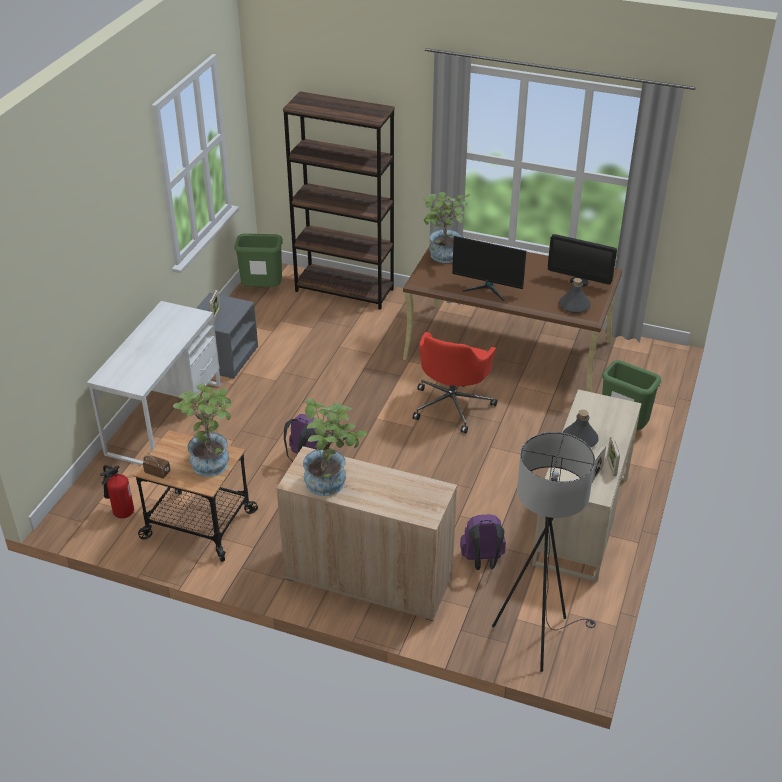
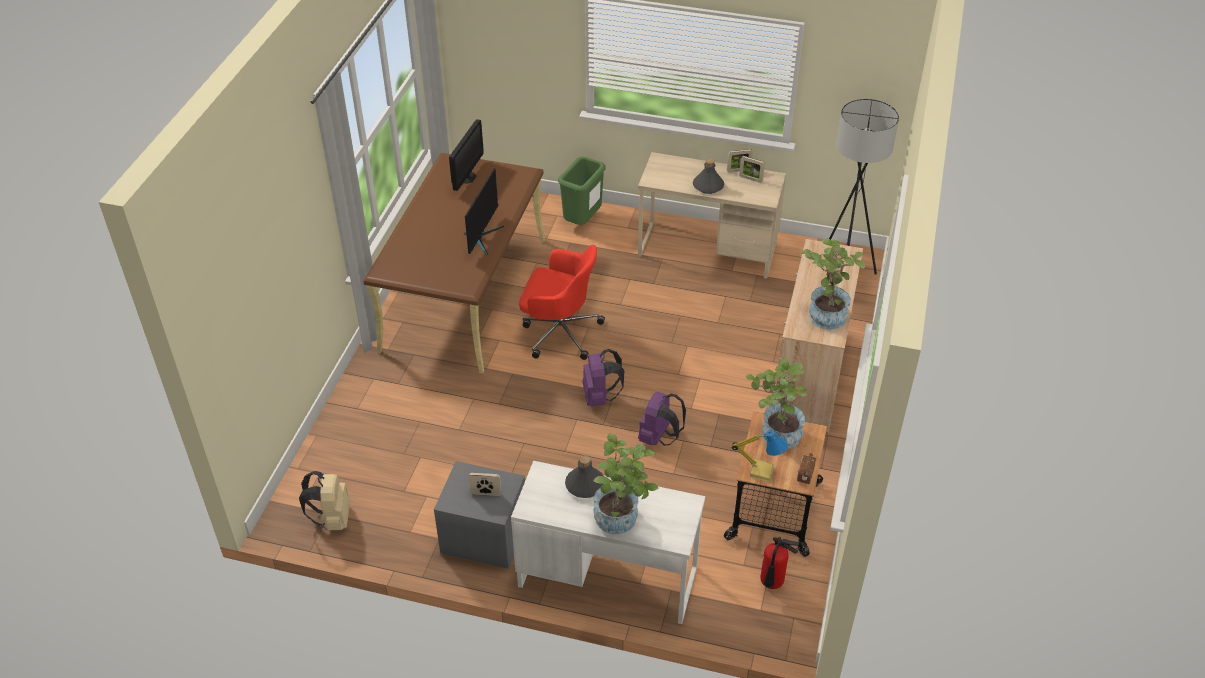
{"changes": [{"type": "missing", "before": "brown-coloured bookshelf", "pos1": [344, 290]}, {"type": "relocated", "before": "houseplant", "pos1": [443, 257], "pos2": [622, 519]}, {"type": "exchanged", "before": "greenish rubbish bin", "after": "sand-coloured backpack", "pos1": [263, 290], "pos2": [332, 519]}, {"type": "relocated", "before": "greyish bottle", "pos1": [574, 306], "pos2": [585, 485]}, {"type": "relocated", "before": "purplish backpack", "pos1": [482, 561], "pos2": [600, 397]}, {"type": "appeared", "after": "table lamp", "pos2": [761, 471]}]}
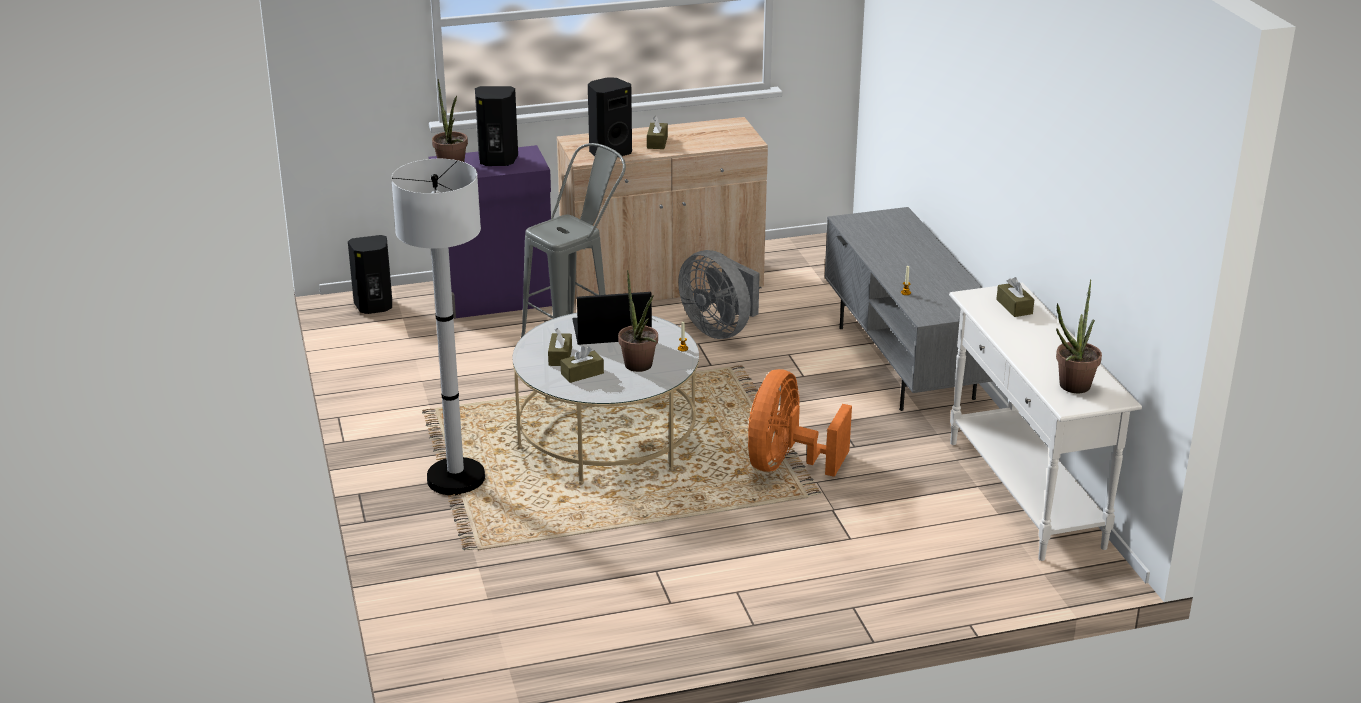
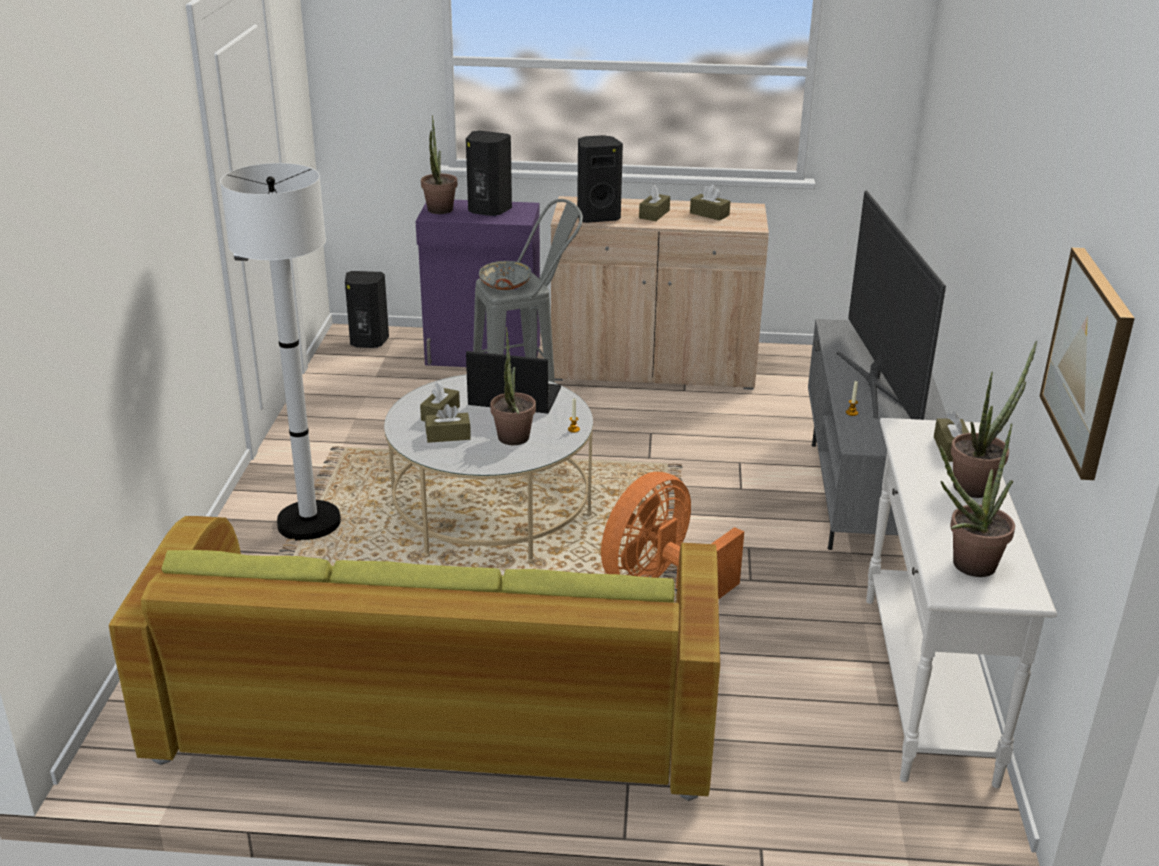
{"changes": [{"type": "missing", "before": "greyish fan", "pos1": [719, 329]}, {"type": "appeared", "after": "brown-coloured tissue holder", "pos2": [709, 214]}, {"type": "appeared", "after": "TV", "pos2": [878, 384]}, {"type": "appeared", "after": "wall picture", "pos2": [1089, 361]}, {"type": "appeared", "after": "greyish bowl", "pos2": [505, 284]}, {"type": "appeared", "after": "houseplant", "pos2": [978, 484]}, {"type": "appeared", "after": "greenish settee", "pos2": [438, 707]}]}
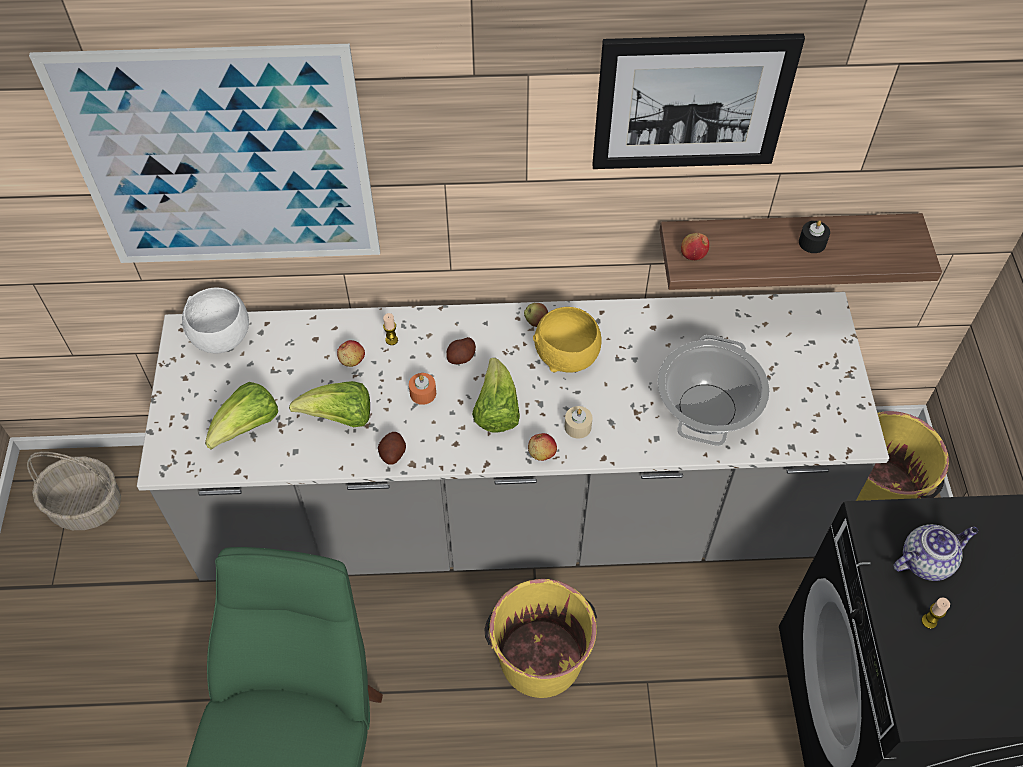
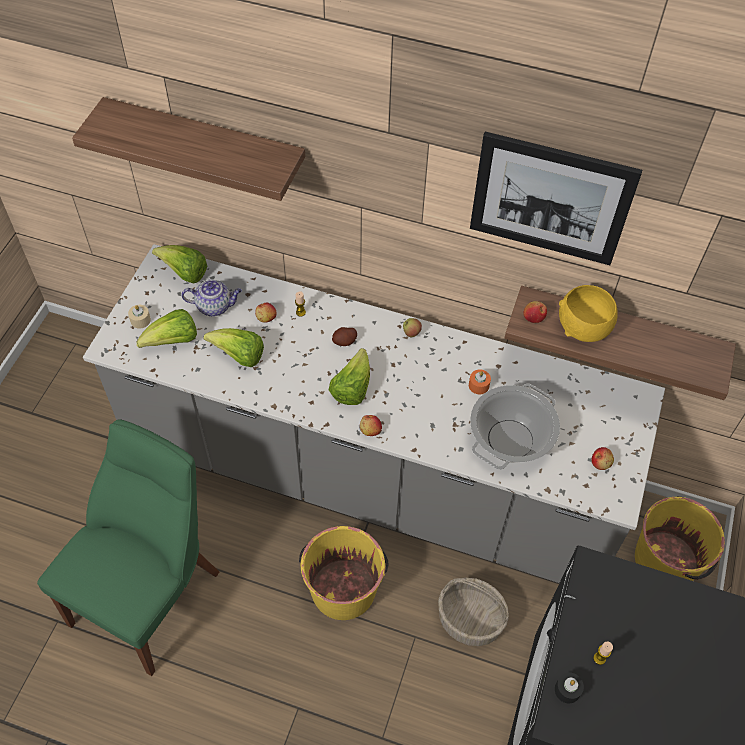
{"changes": [{"type": "exchanged", "before": "wall picture", "after": "bracket shelf", "pos1": [224, 162], "pos2": [206, 146]}, {"type": "relocated", "before": "black-coloured wax candle", "pos1": [812, 243], "pos2": [567, 690]}, {"type": "exchanged", "before": "white bowl", "after": "lettuce head", "pos1": [222, 338], "pos2": [184, 273]}, {"type": "relocated", "before": "yellow bowl", "pos1": [568, 356], "pos2": [584, 329]}, {"type": "relocated", "before": "orangey wax candle", "pos1": [423, 393], "pos2": [478, 385]}, {"type": "relocated", "before": "sand-coloured wax candle", "pos1": [577, 427], "pos2": [140, 320]}, {"type": "missing", "before": "spud", "pos1": [392, 453]}, {"type": "relocated", "before": "household basket", "pos1": [87, 505], "pos2": [470, 620]}, {"type": "relocated", "before": "teapot", "pos1": [926, 560], "pos2": [215, 306]}, {"type": "appeared", "after": "apple", "pos2": [600, 463]}]}
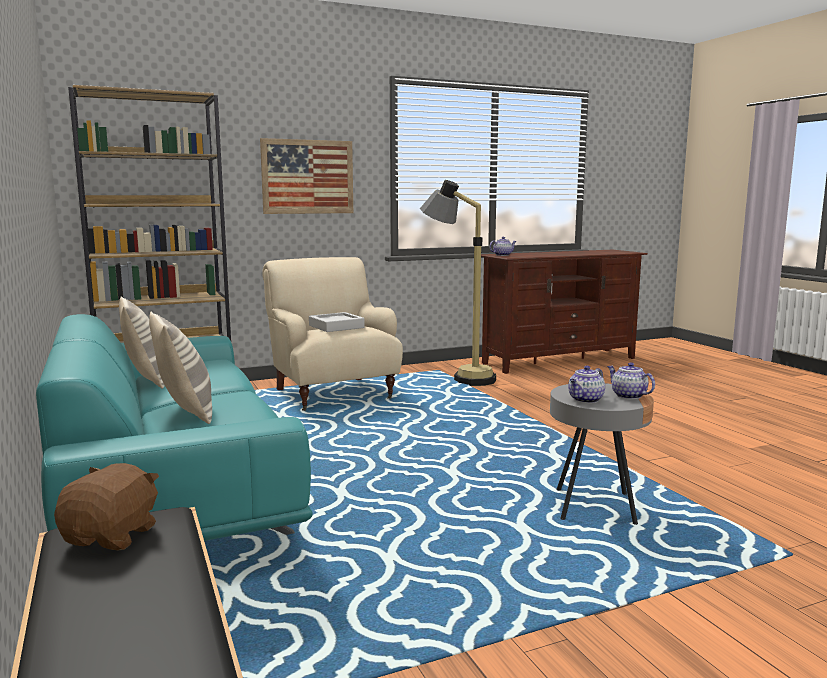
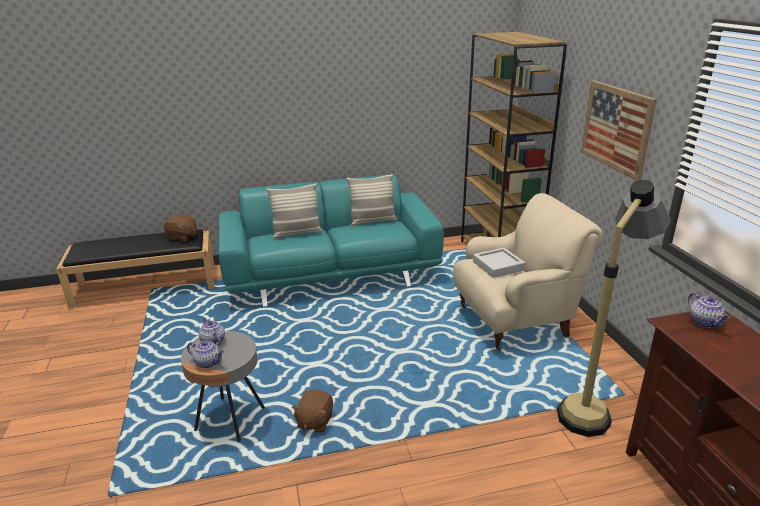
{"changes": [{"type": "spun", "before": "teapot", "pos1": [628, 396], "pos2": [208, 363], "turn": 45}, {"type": "appeared", "after": "brown-coloured plush toy", "pos2": [314, 422]}]}
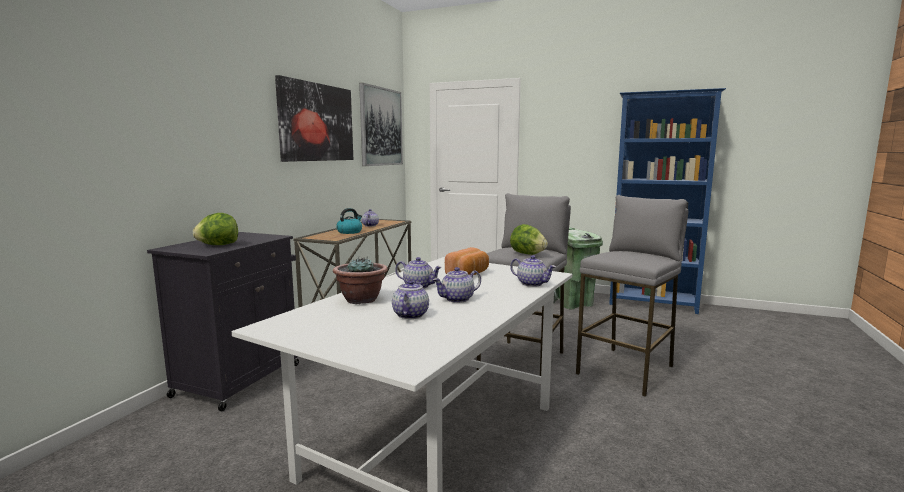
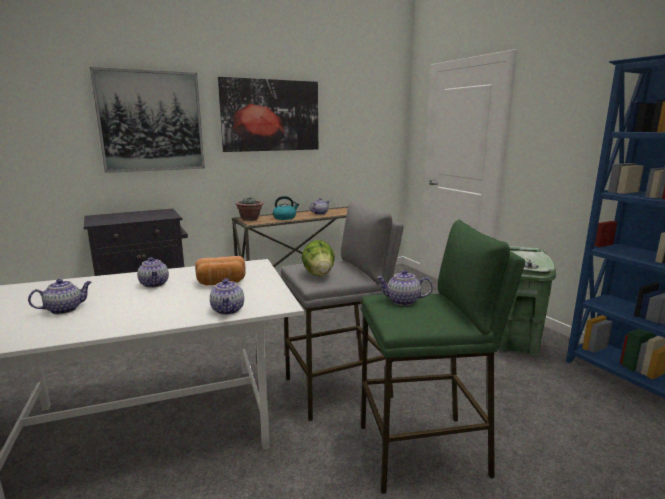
{"changes": [{"type": "relocated", "before": "wall picture", "pos1": [381, 127], "pos2": [151, 121]}, {"type": "colour", "before": "greyish stool", "after": "greenish stool", "pos1": [627, 370], "pos2": [424, 451]}, {"type": "missing", "before": "lettuce head", "pos1": [218, 245]}, {"type": "relocated", "before": "houseplant", "pos1": [361, 300], "pos2": [250, 219]}, {"type": "relocated", "before": "teapot", "pos1": [457, 299], "pos2": [403, 301]}]}
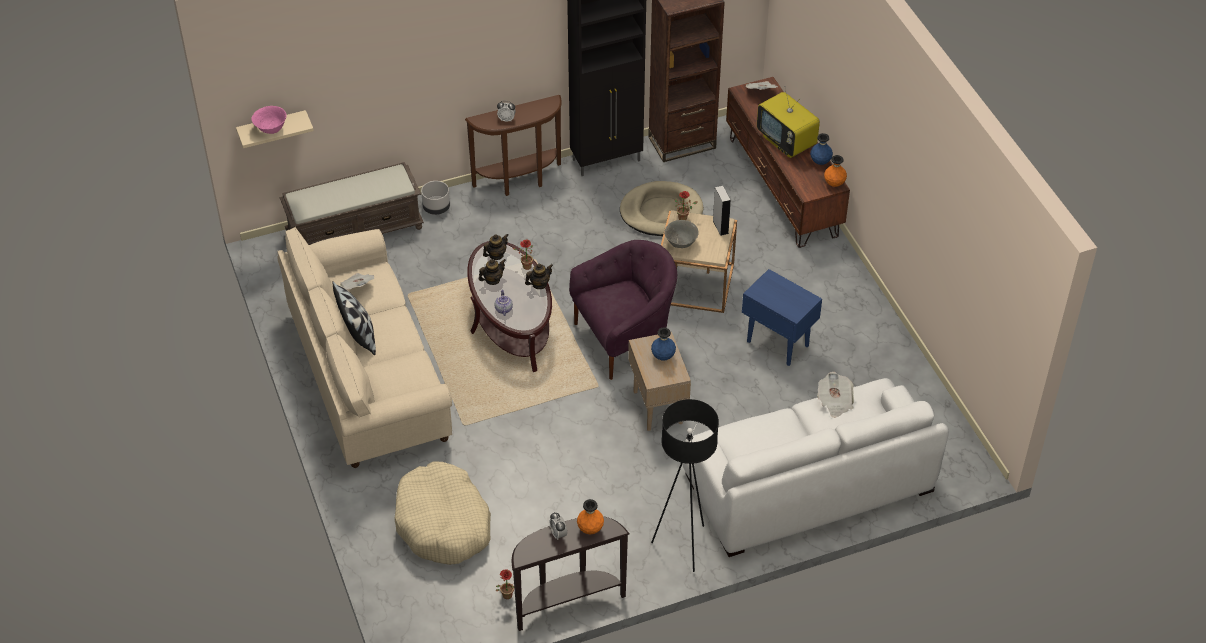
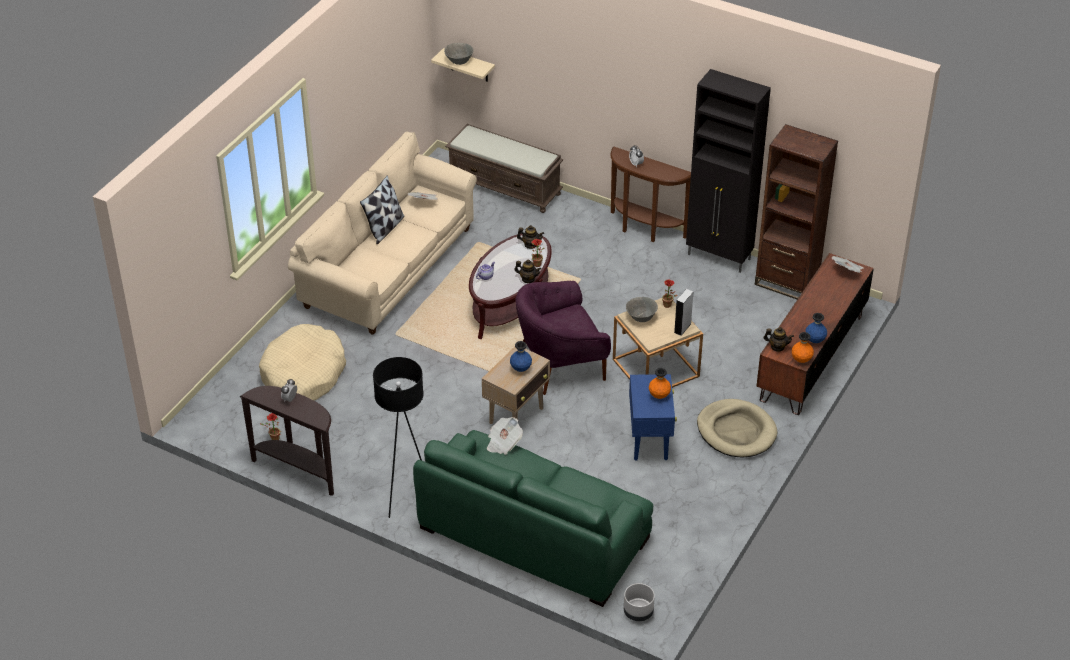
{"changes": [{"type": "missing", "before": "TV", "pos1": [787, 142]}, {"type": "colour", "before": "pinkish bowl", "after": "greyish bowl", "pos1": [271, 129], "pos2": [459, 62]}, {"type": "relocated", "before": "greyish planter", "pos1": [436, 208], "pos2": [638, 612]}, {"type": "relocated", "before": "sand-coloured pet bed", "pos1": [661, 212], "pos2": [736, 431]}, {"type": "spun", "before": "purplish lounge chair", "pos1": [625, 339], "pos2": [560, 364], "turn": 135}, {"type": "relocated", "before": "teapot", "pos1": [492, 280], "pos2": [777, 347]}, {"type": "relocated", "before": "printed paper", "pos1": [835, 402], "pos2": [503, 443]}, {"type": "colour", "before": "white settee", "after": "greenish settee", "pos1": [808, 482], "pos2": [534, 532]}, {"type": "relocated", "before": "orangey decorative vase", "pos1": [590, 529], "pos2": [659, 396]}]}
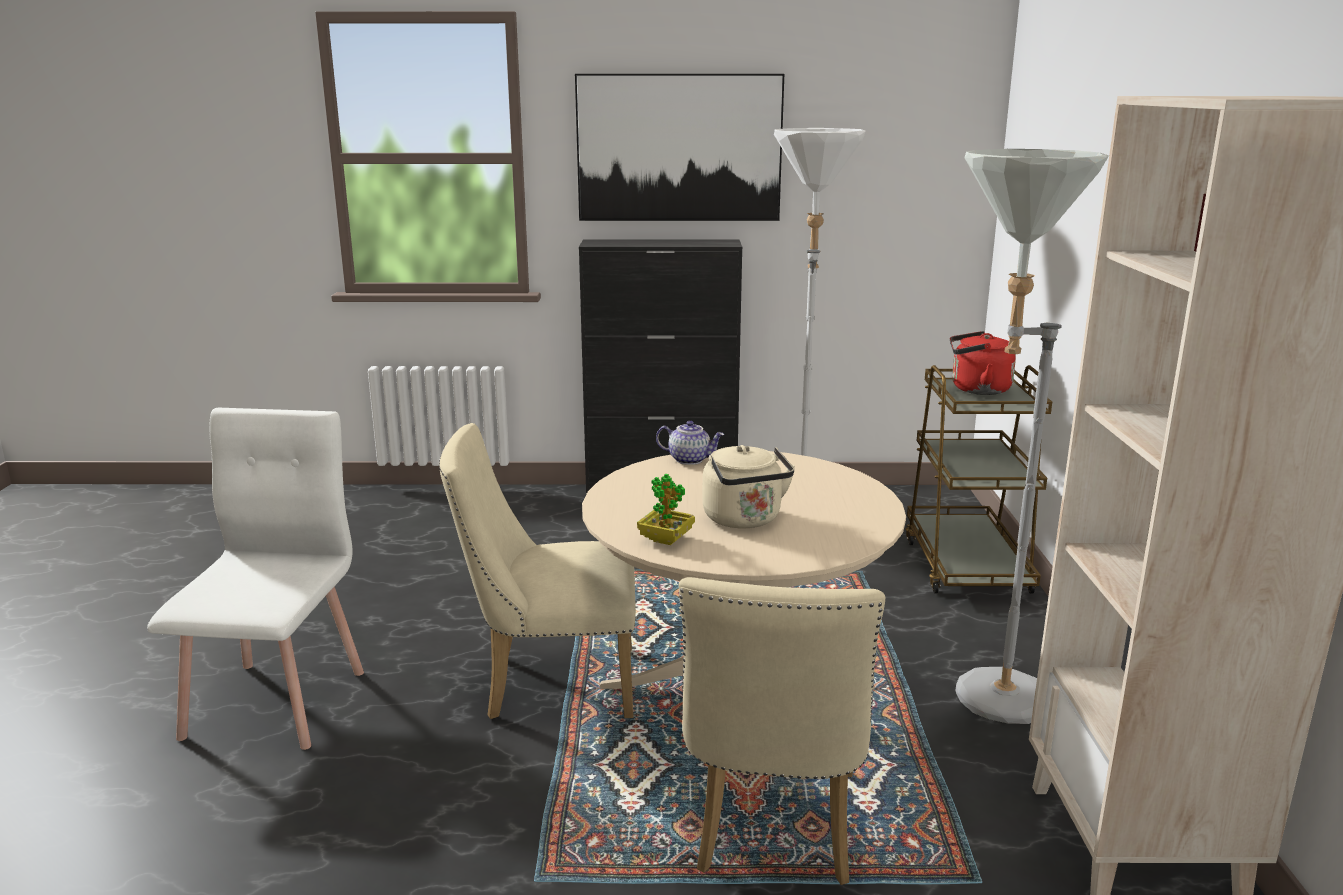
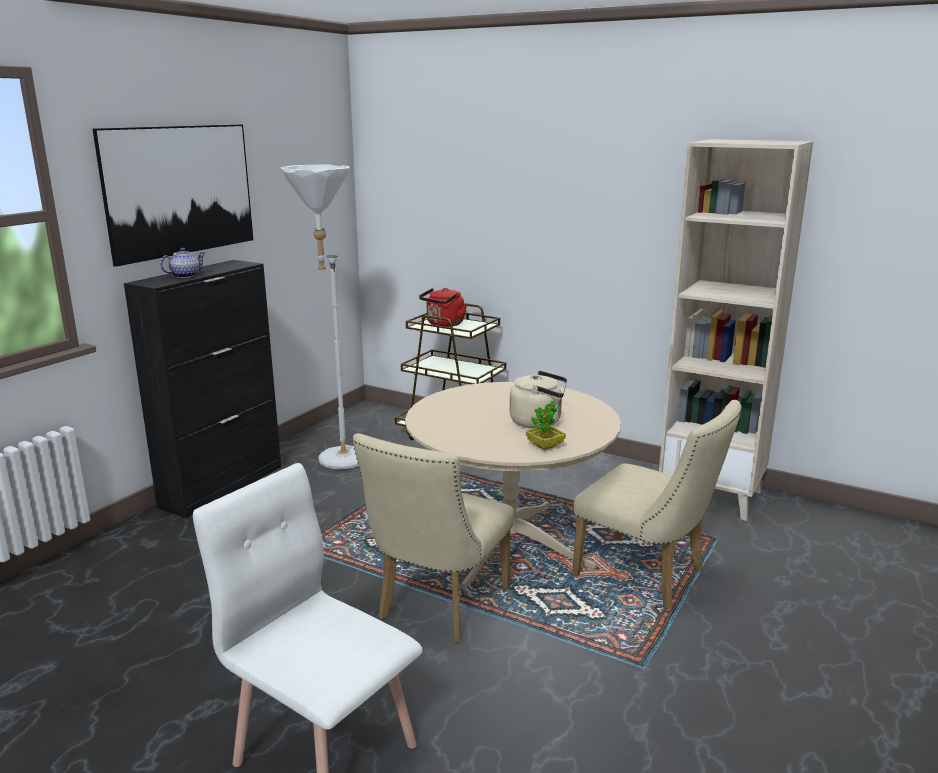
{"changes": [{"type": "missing", "before": "greyish standard lamp", "pos1": [981, 695]}, {"type": "relocated", "before": "teapot", "pos1": [690, 459], "pos2": [185, 276]}]}
